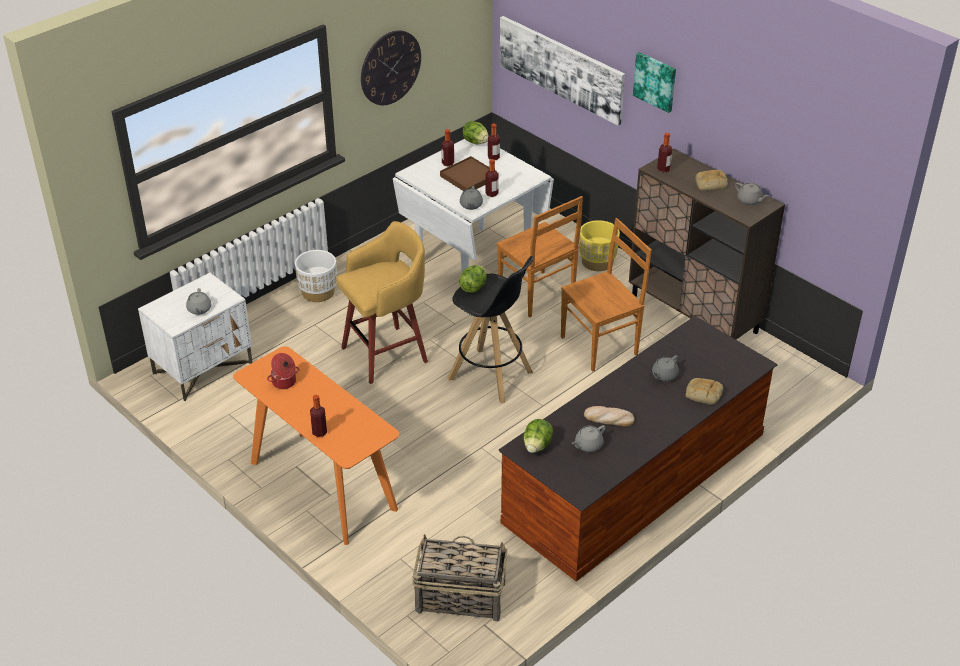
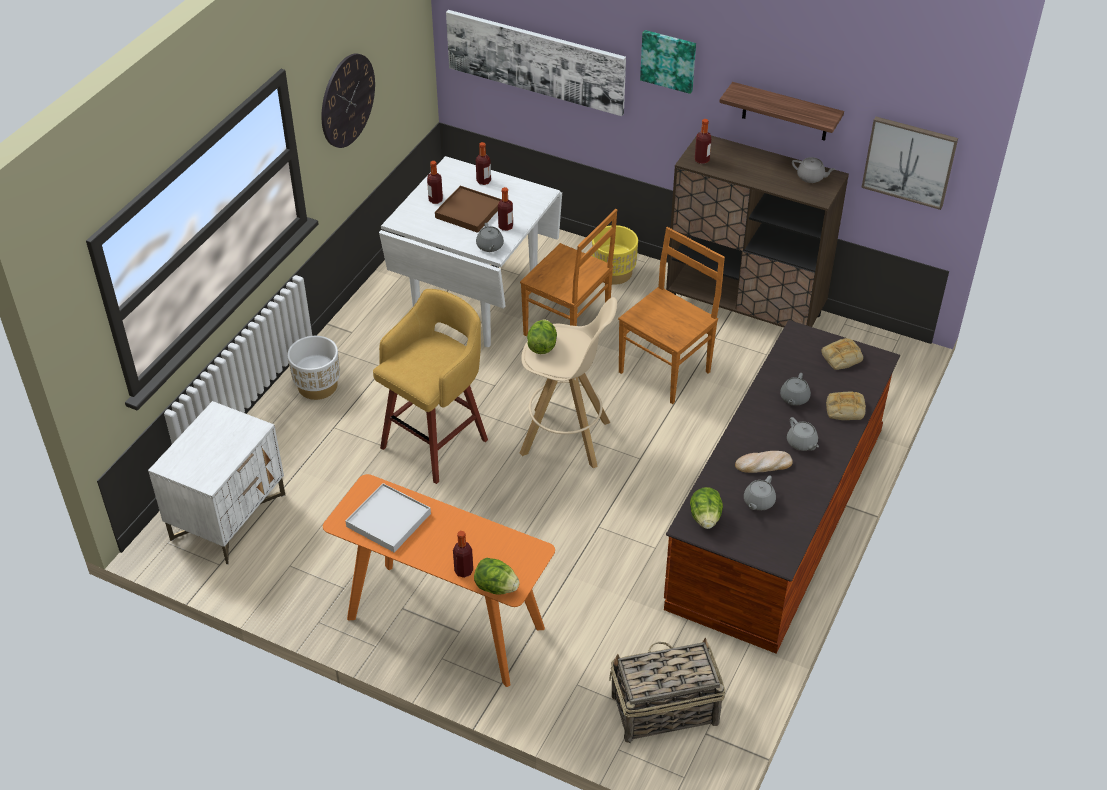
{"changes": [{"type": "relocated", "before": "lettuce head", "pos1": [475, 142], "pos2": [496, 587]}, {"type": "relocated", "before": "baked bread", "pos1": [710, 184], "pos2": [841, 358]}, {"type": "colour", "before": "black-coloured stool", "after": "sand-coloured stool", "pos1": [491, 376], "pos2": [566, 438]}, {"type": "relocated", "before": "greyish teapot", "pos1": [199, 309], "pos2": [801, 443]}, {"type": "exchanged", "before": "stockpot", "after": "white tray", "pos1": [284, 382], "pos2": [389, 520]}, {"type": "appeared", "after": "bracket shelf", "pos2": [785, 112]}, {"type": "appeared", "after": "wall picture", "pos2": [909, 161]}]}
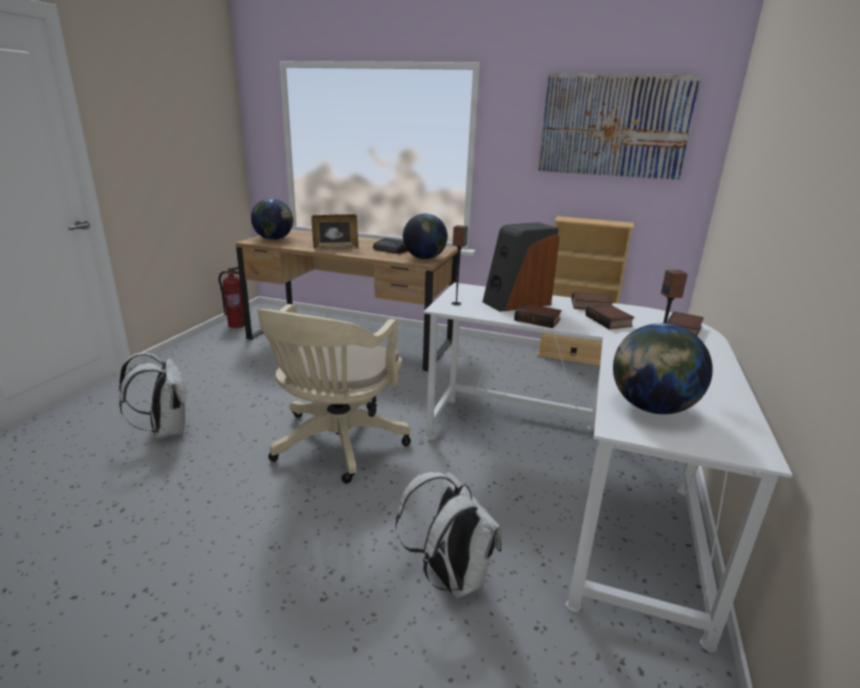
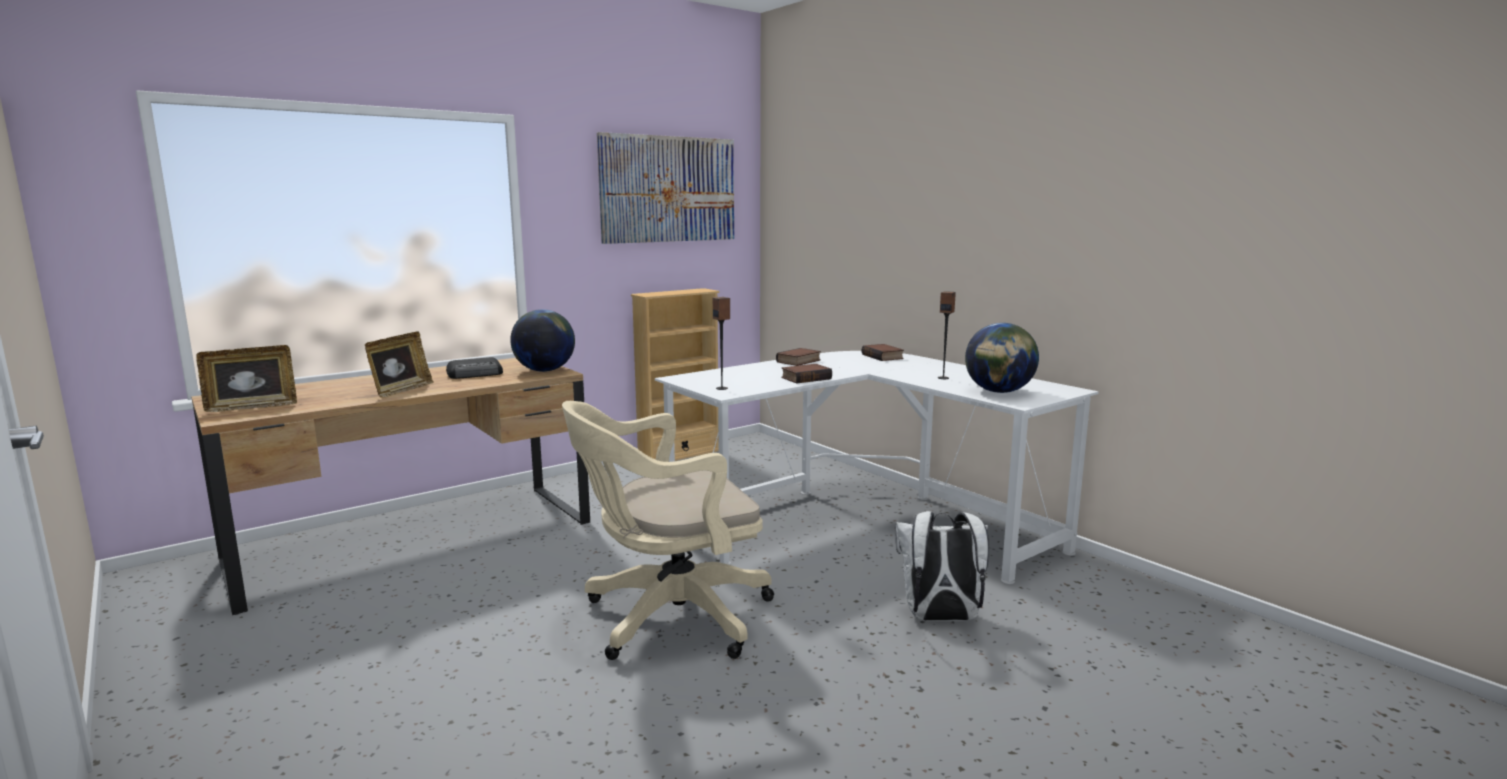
{"changes": [{"type": "exchanged", "before": "world globe", "after": "photo frame", "pos1": [274, 239], "pos2": [252, 407]}, {"type": "missing", "before": "audio speaker", "pos1": [516, 303]}, {"type": "missing", "before": "extinguisher", "pos1": [237, 325]}, {"type": "spun", "before": "sand-coloured desk chair", "pos1": [336, 445], "pos2": [668, 618], "turn": 105}, {"type": "missing", "before": "bound book", "pos1": [610, 321]}, {"type": "missing", "before": "white backpack", "pos1": [166, 430]}]}
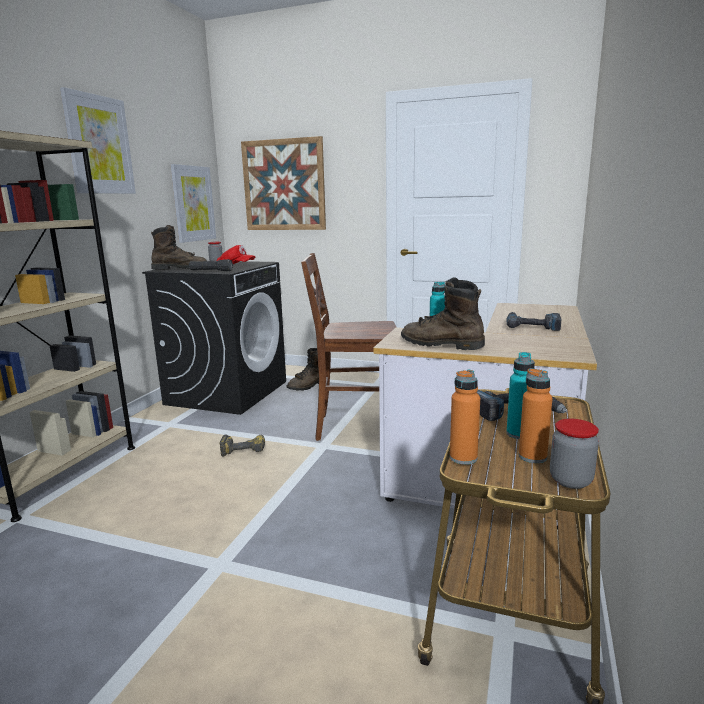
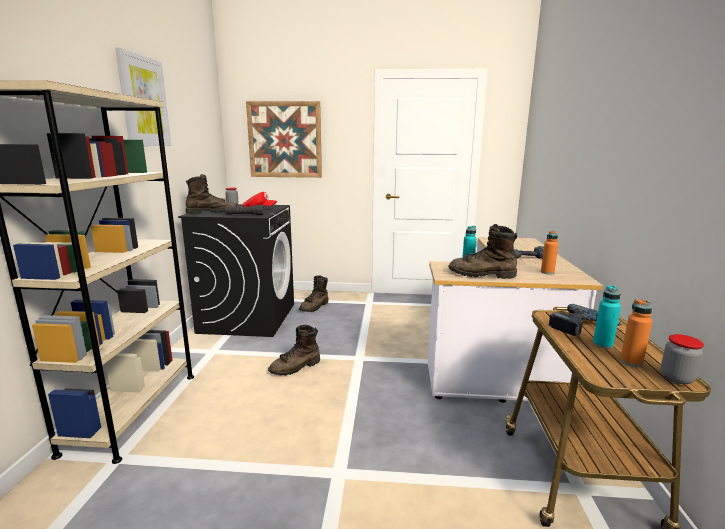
{"changes": [{"type": "missing", "before": "wall picture", "pos1": [193, 203]}, {"type": "missing", "before": "brown-coloured plain chair", "pos1": [354, 427]}, {"type": "relocated", "before": "orangey bottle", "pos1": [463, 458], "pos2": [547, 272]}, {"type": "exchanged", "before": "power drill", "after": "brown-coloured boot", "pos1": [244, 449], "pos2": [295, 367]}]}
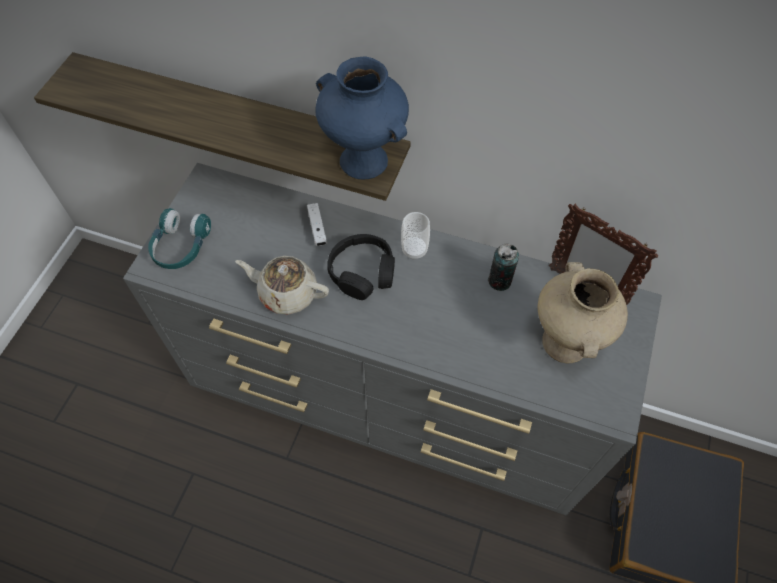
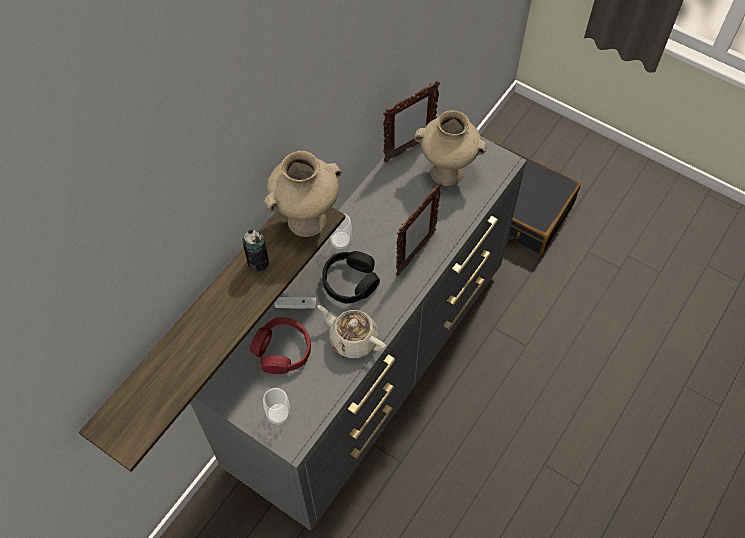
{"changes": [{"type": "colour", "before": "blue-coloured decorative vase", "after": "sand-coloured decorative vase", "pos1": [365, 160], "pos2": [307, 219]}, {"type": "exchanged", "before": "turquoise headphones", "after": "cup", "pos1": [181, 247], "pos2": [279, 415]}, {"type": "relocated", "before": "metal can", "pos1": [499, 281], "pos2": [258, 263]}, {"type": "spun", "before": "sand-coloured teapot", "pos1": [287, 293], "pos2": [352, 339], "turn": 90}, {"type": "appeared", "after": "photo frame", "pos2": [415, 254]}, {"type": "appeared", "after": "red-coloured headphones", "pos2": [282, 350]}]}
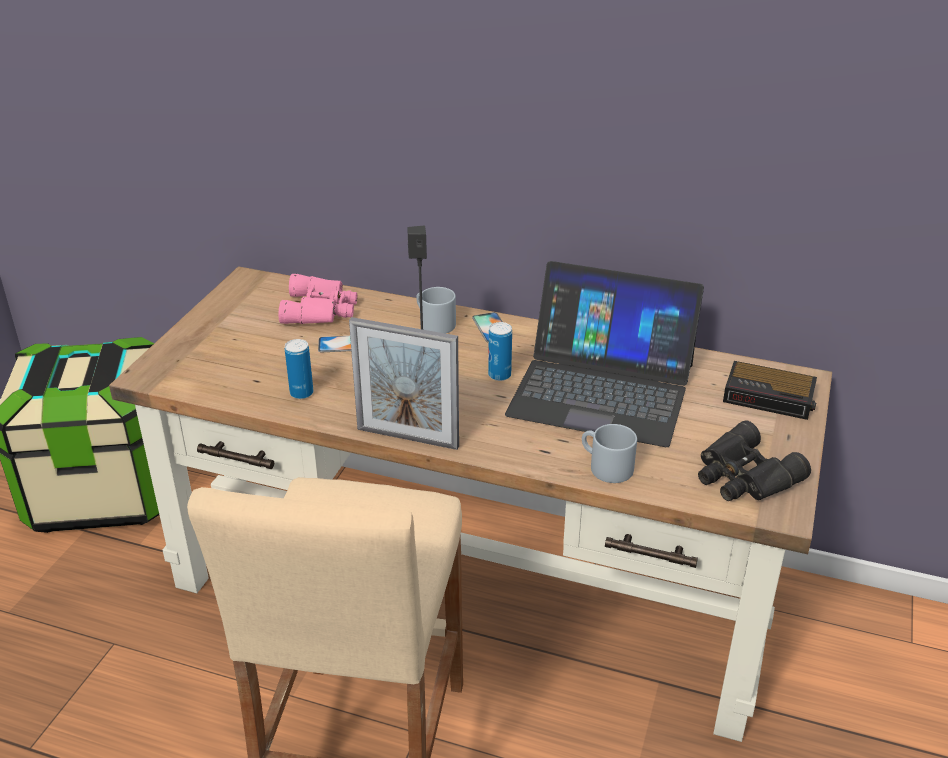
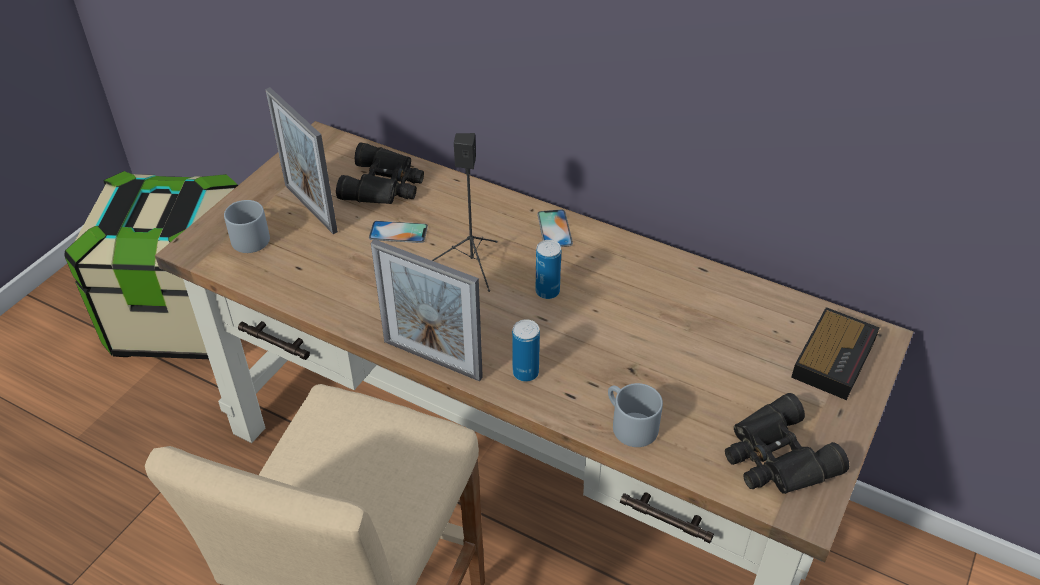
{"changes": [{"type": "missing", "before": "notebook computer", "pos1": [602, 388]}, {"type": "colour", "before": "pinkish binoculars", "after": "black-coloured binoculars", "pos1": [321, 309], "pos2": [385, 185]}, {"type": "relocated", "before": "greyish tea mug", "pos1": [433, 323], "pos2": [247, 237]}, {"type": "relocated", "before": "metal can", "pos1": [301, 393], "pos2": [525, 373]}, {"type": "spun", "before": "table clock", "pos1": [770, 397], "pos2": [834, 357], "turn": -90}, {"type": "appeared", "after": "photo frame", "pos2": [310, 208]}]}
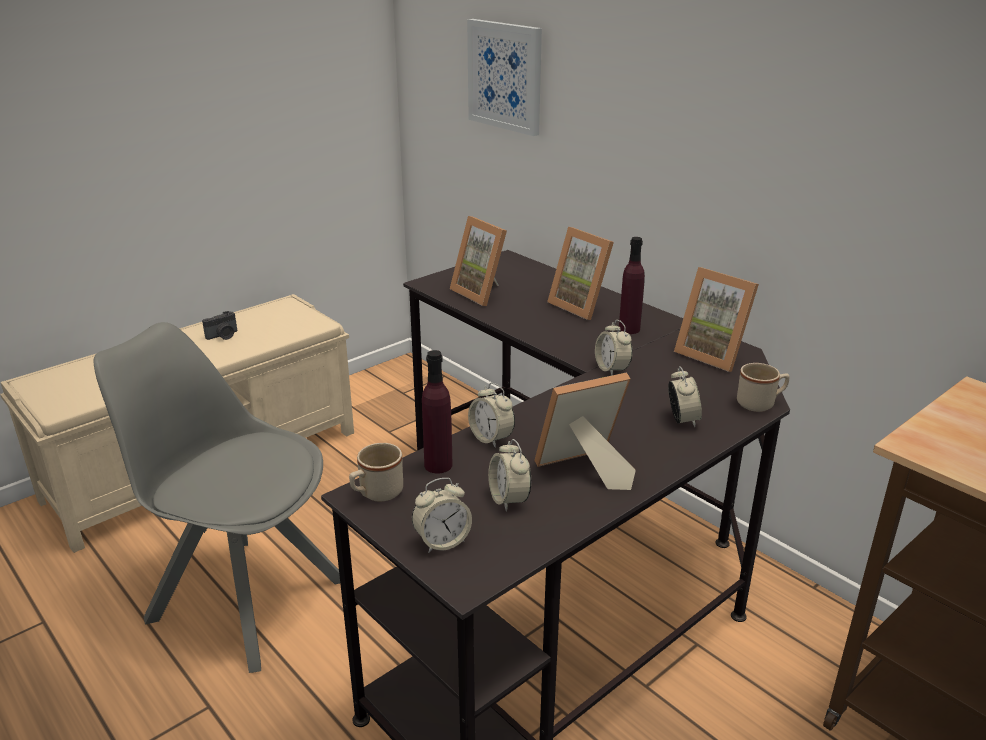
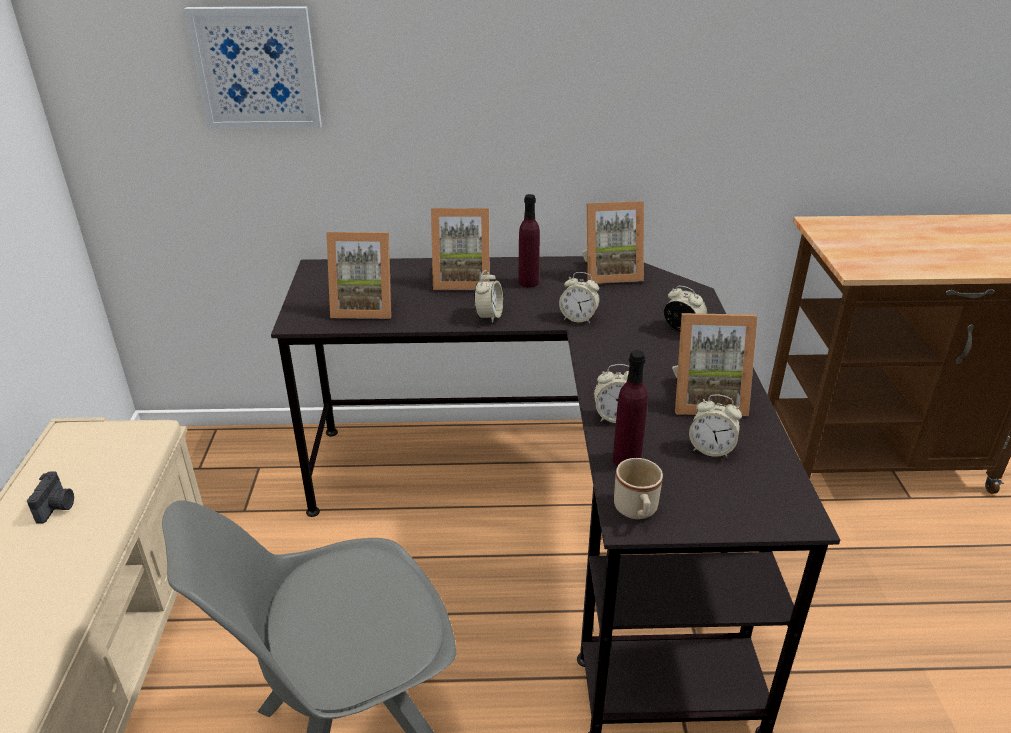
{"changes": [{"type": "missing", "before": "sand-coloured tea mug", "pos1": [760, 403]}, {"type": "spun", "before": "photo frame", "pos1": [583, 471], "pos2": [706, 399], "turn": -105}, {"type": "relocated", "before": "table clock", "pos1": [442, 541], "pos2": [489, 316]}]}
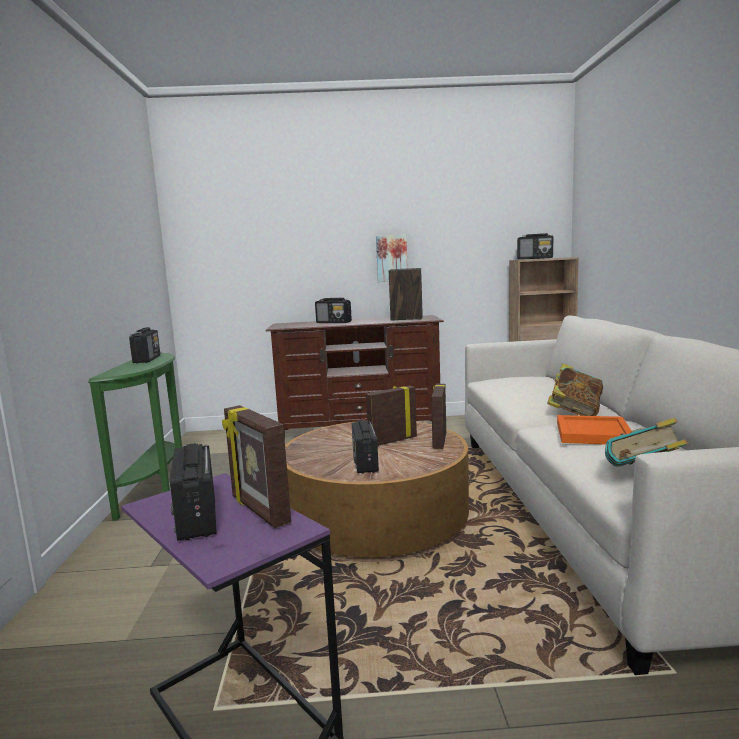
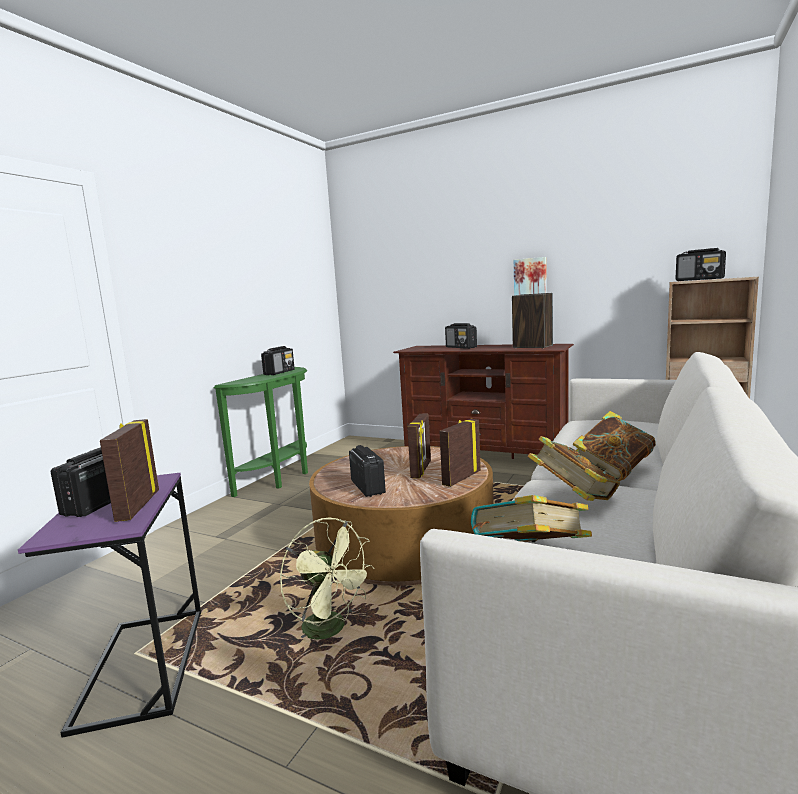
{"changes": [{"type": "spun", "before": "photo frame", "pos1": [392, 441], "pos2": [422, 470], "turn": 105}, {"type": "exchanged", "before": "orangey tray", "after": "bound book", "pos1": [594, 434], "pos2": [573, 499]}, {"type": "spun", "before": "radio receiver", "pos1": [365, 463], "pos2": [367, 487], "turn": 135}, {"type": "appeared", "after": "greenish fan", "pos2": [331, 630]}]}
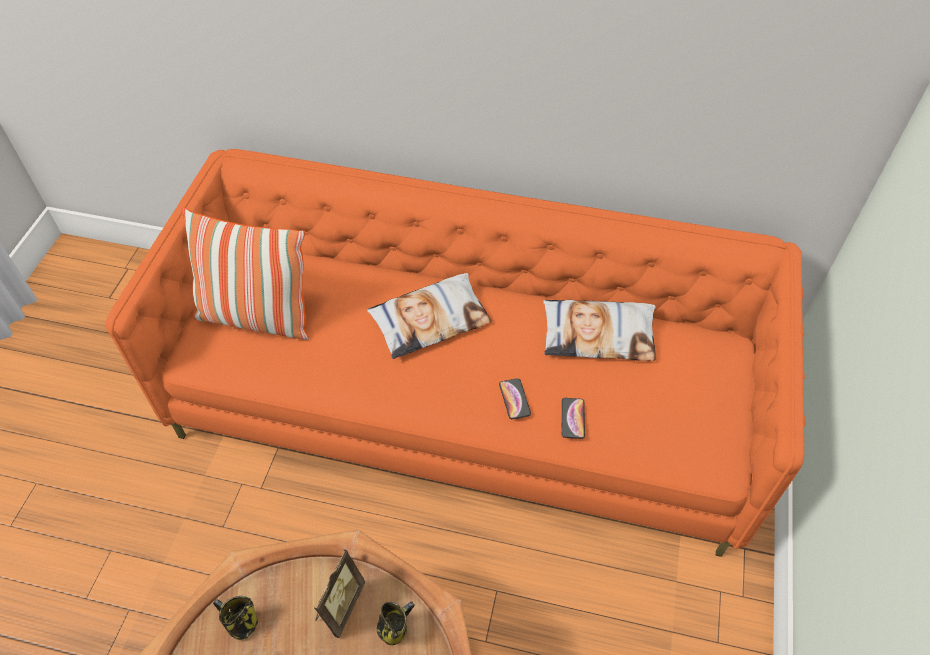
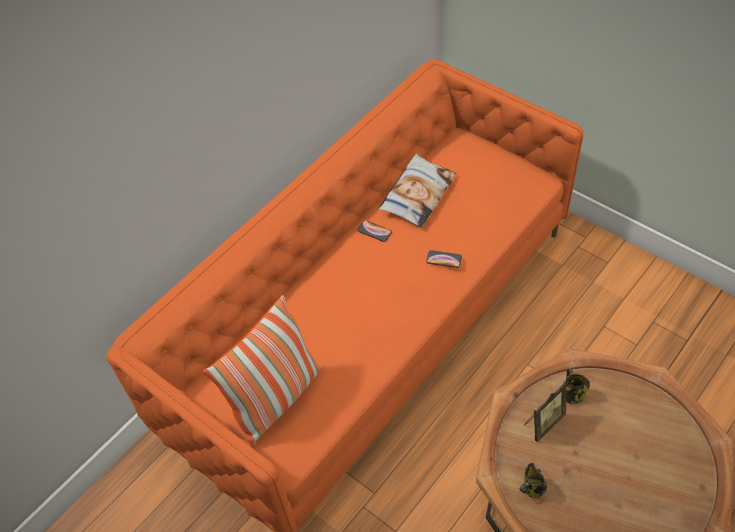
{"changes": [{"type": "missing", "before": "pillow", "pos1": [430, 320]}, {"type": "relocated", "before": "telephone", "pos1": [573, 418], "pos2": [374, 231]}, {"type": "spun", "before": "photo frame", "pos1": [339, 605], "pos2": [543, 422], "turn": 90}]}
